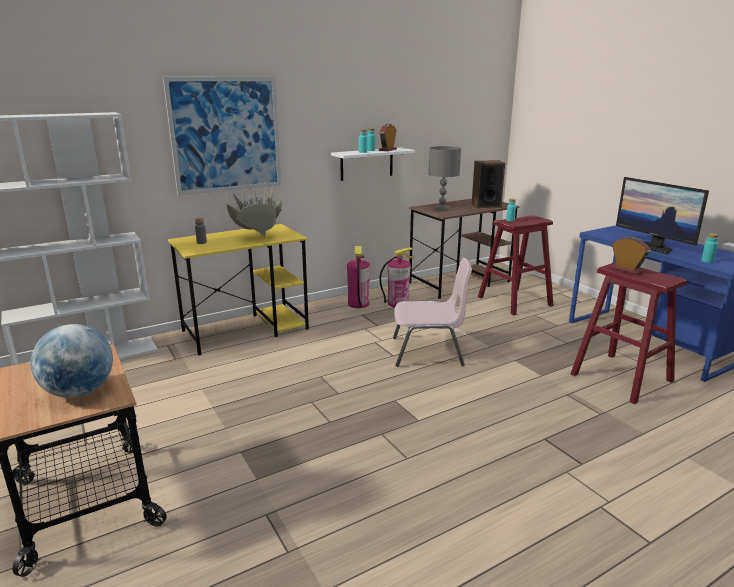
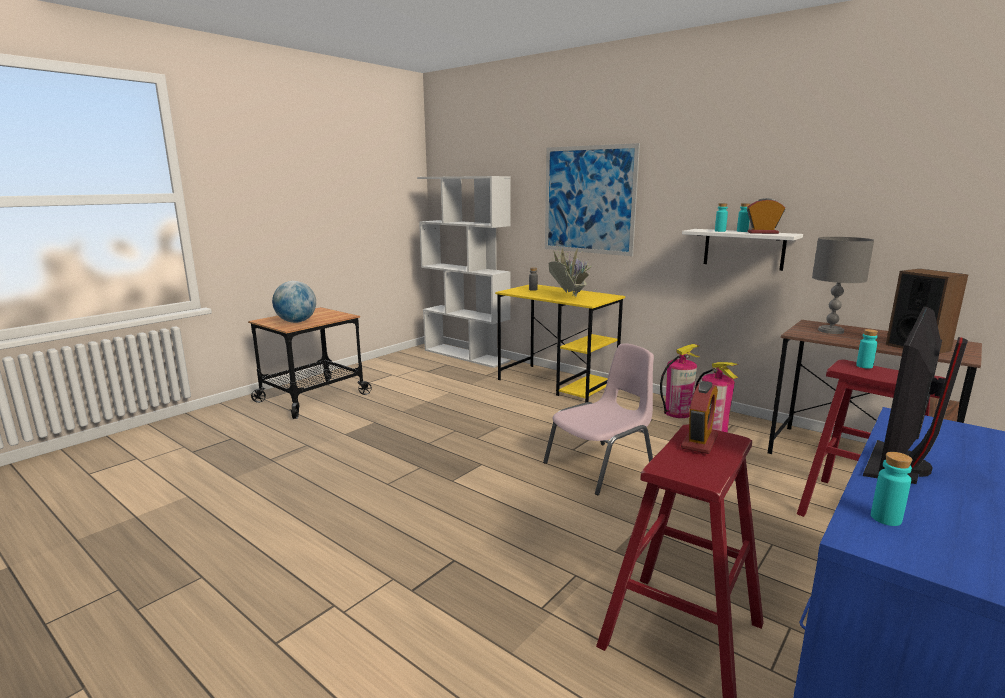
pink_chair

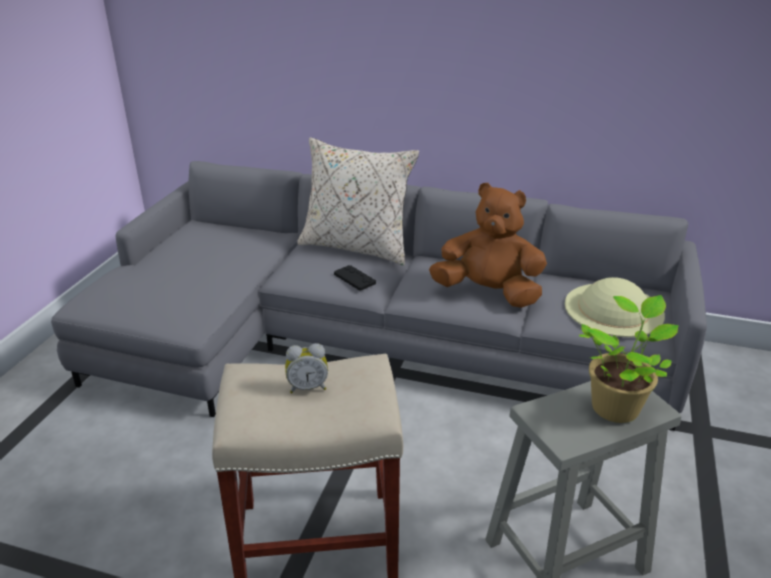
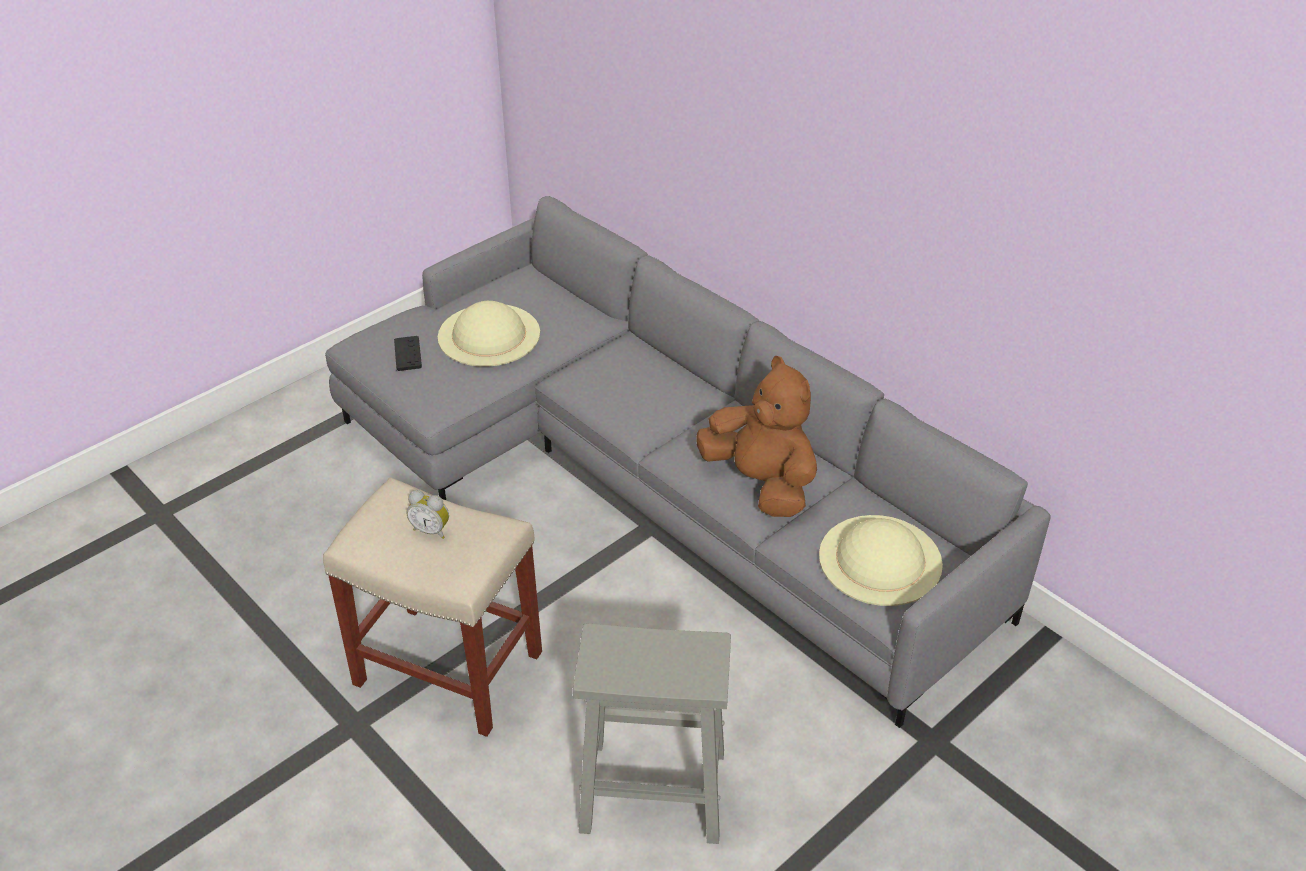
beige_pillow; black_game_controller; potted_plant; beige_hat (no. 1 from left)

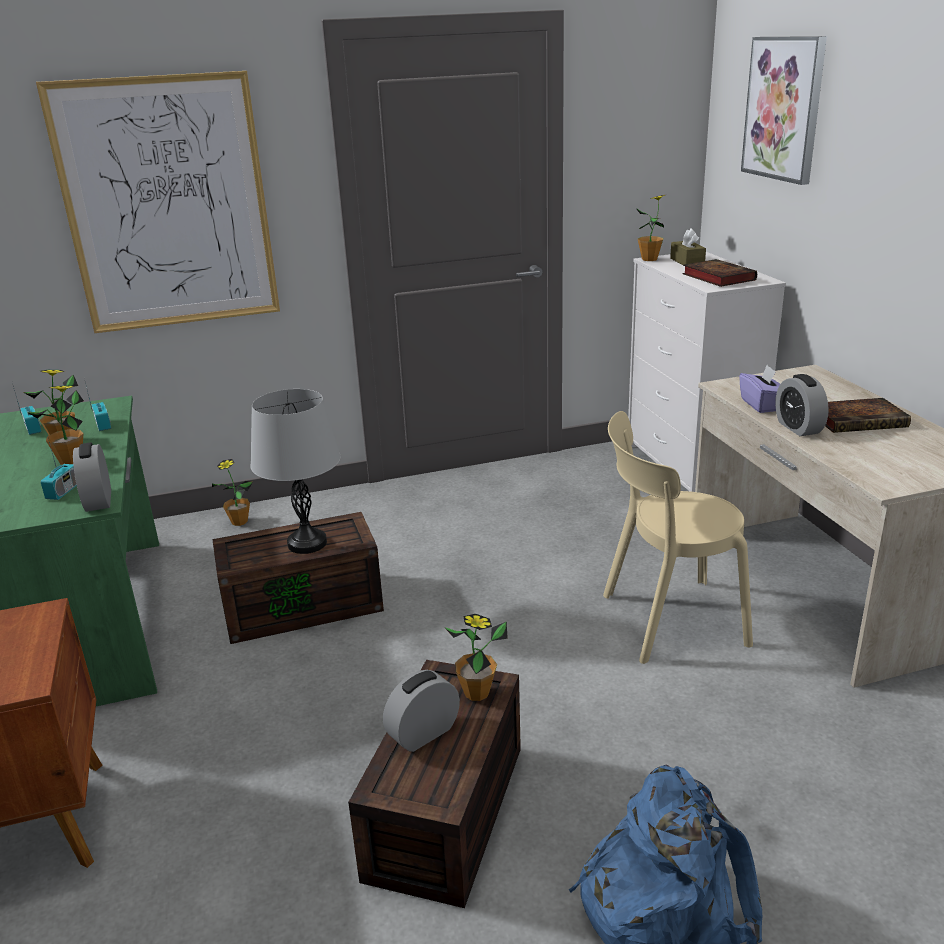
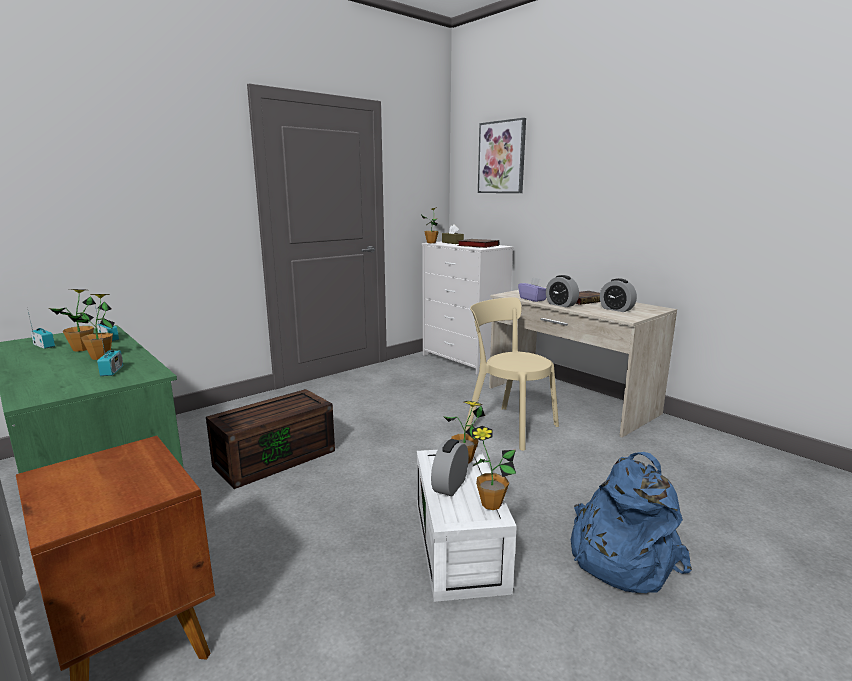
picture (no. 1 from left in the first image); grey_table_lamp; beige_chair; alarm_clock (no. 3 from left); potted_plant (no. 5 from left); white_storage_box

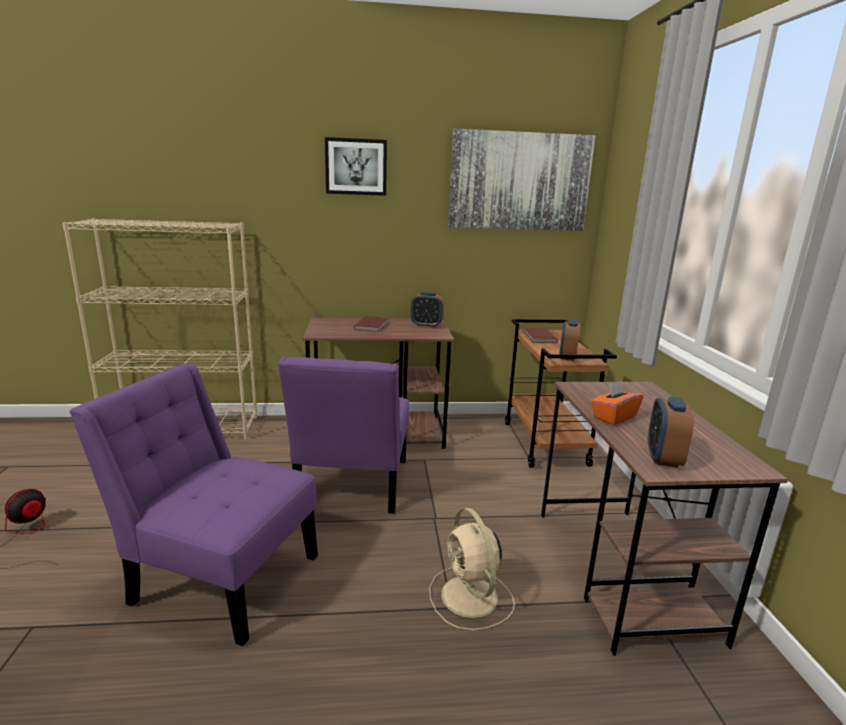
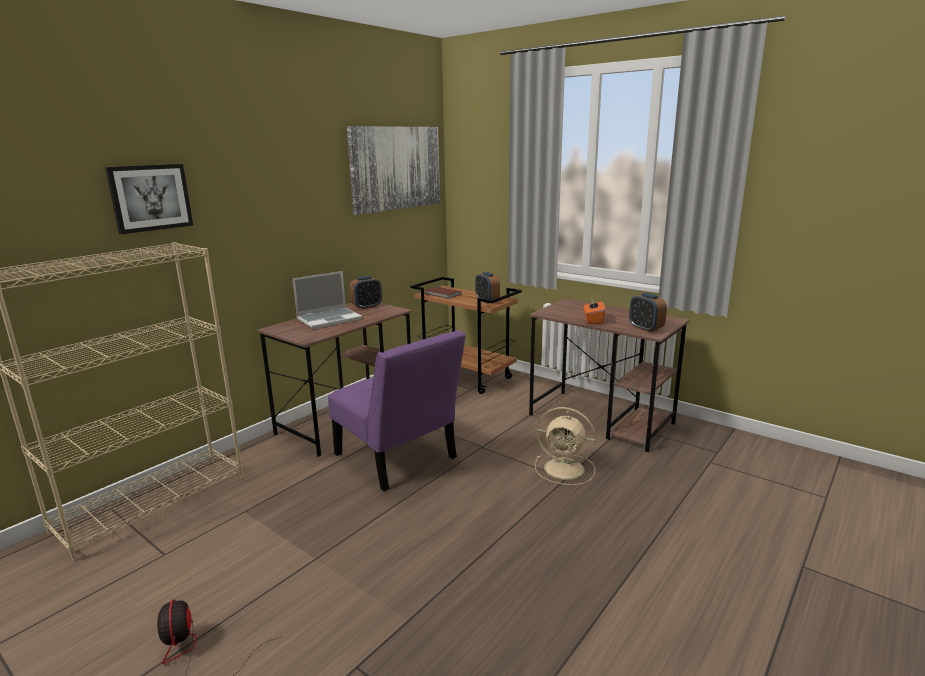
picture (no. 1 from left); laptop; purple_chair (no. 1 from left in the first image)

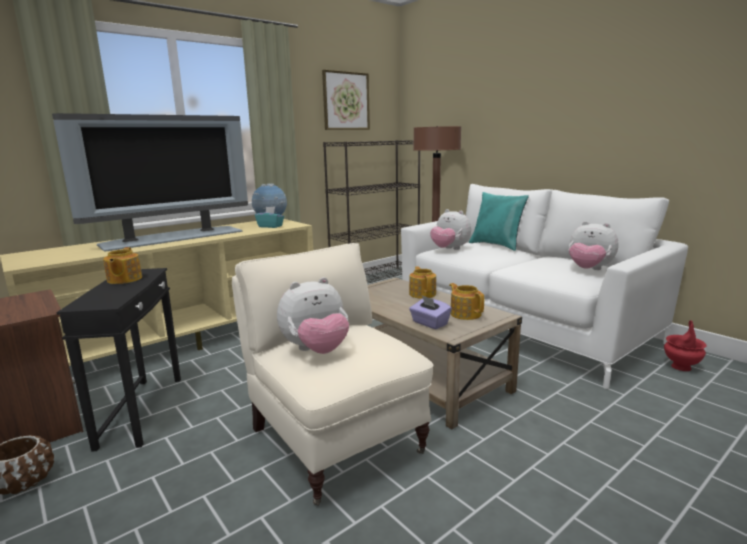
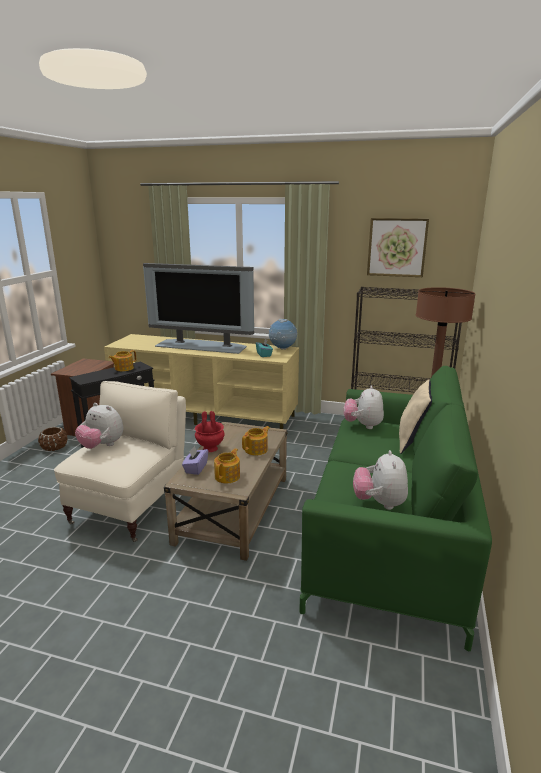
green_sofa; beige_pillow; red_vase

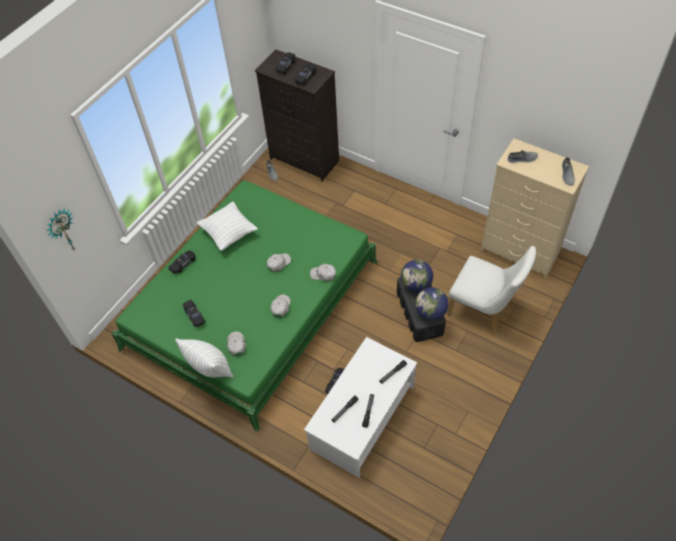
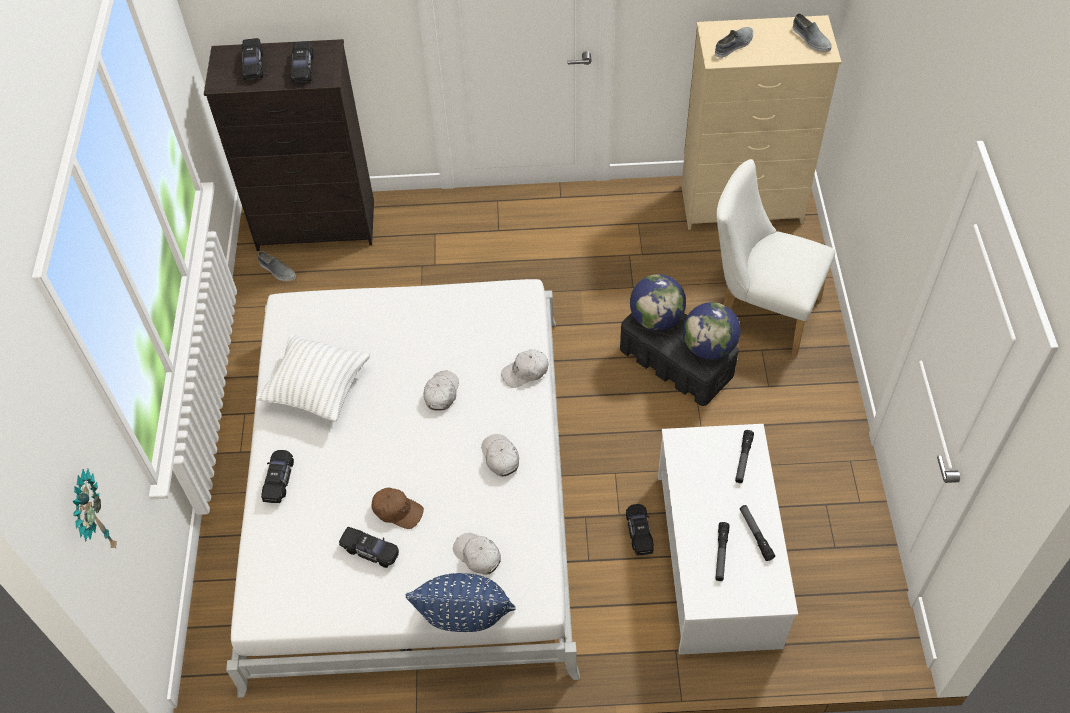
white_bed; white_chair; blue_pillow; brown_cap

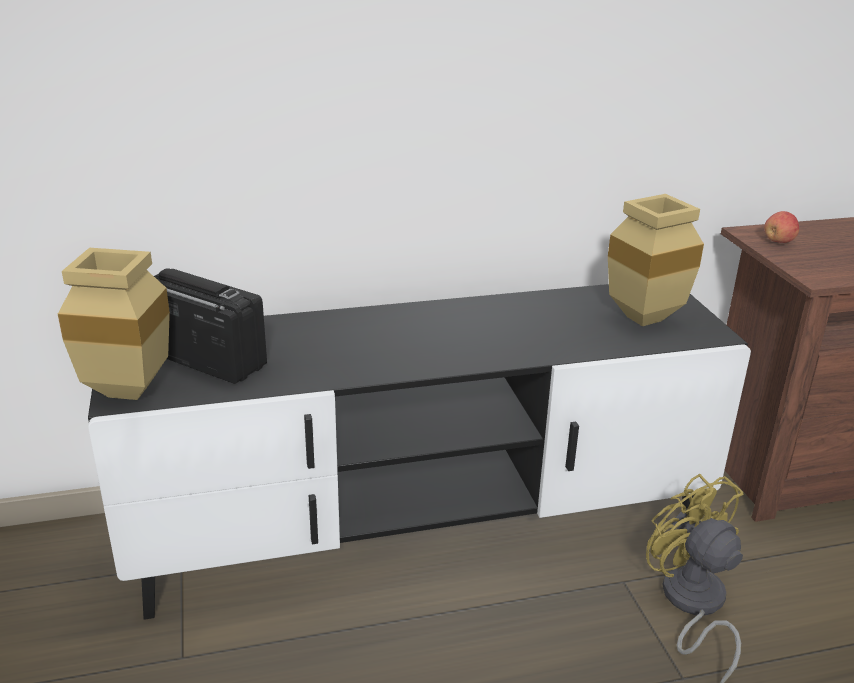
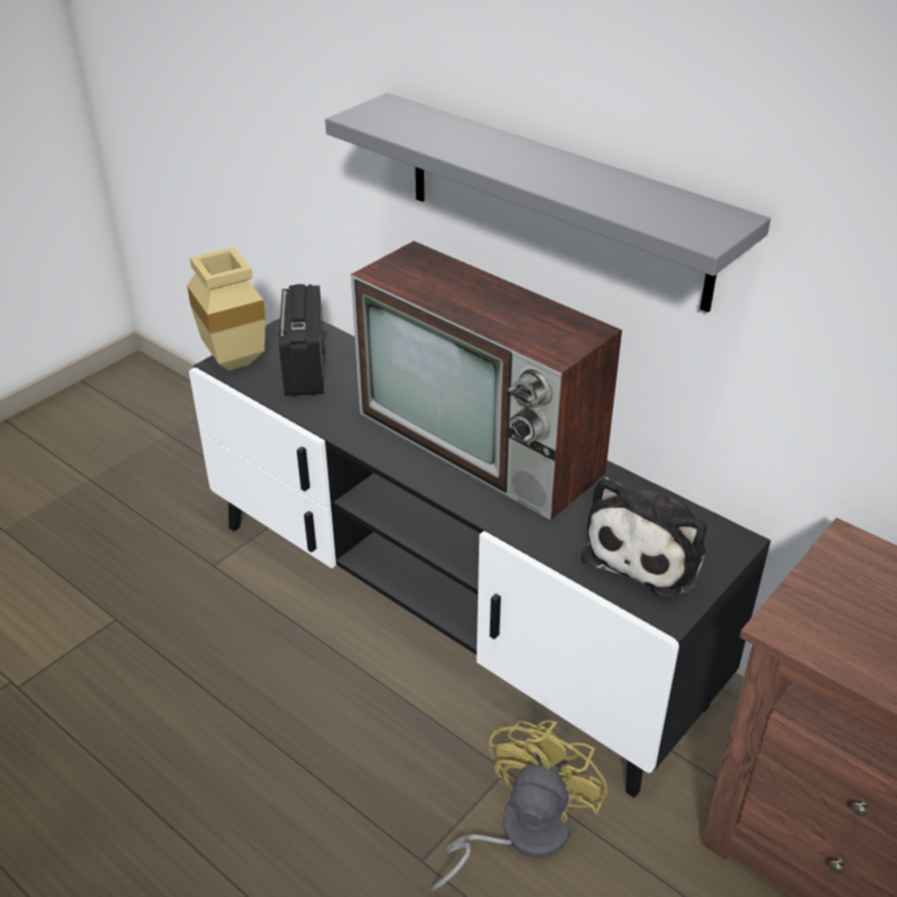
plush_toy; apple; grey_shelf; television

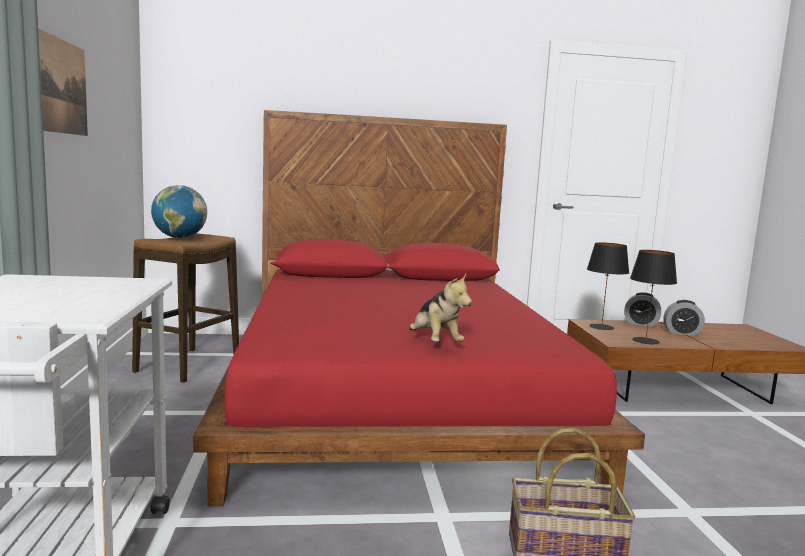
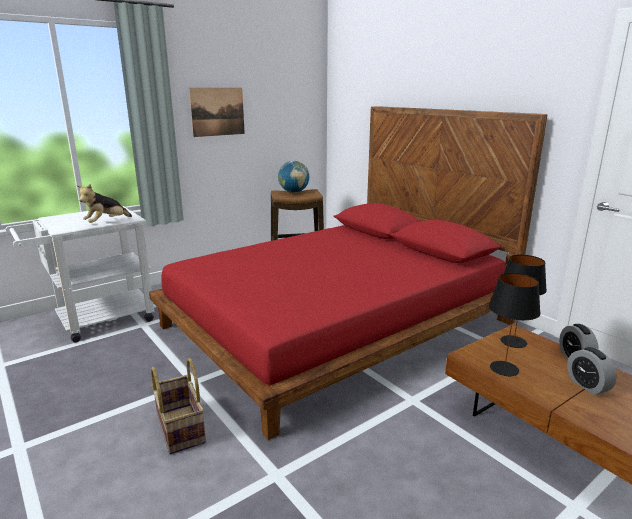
plush_toy

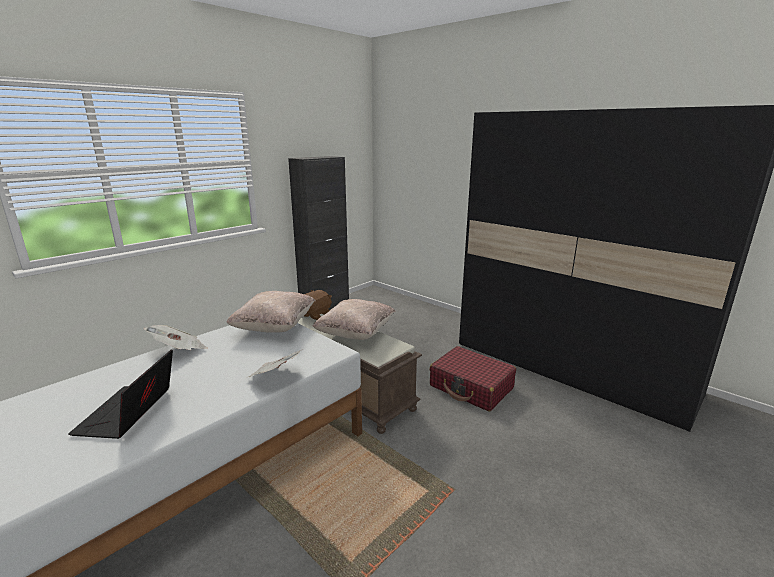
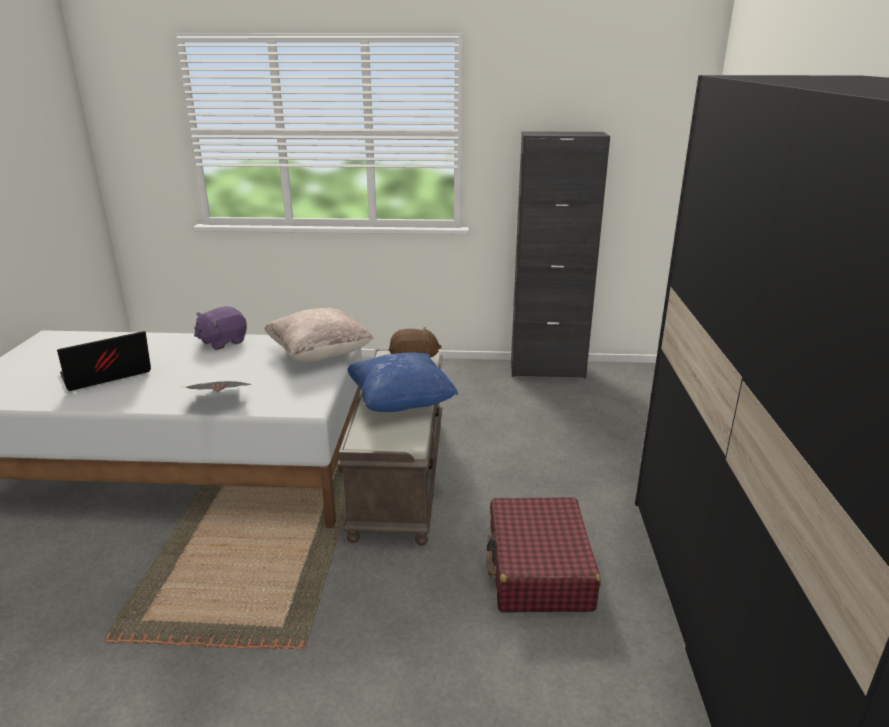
blue_pillow; purple_plush_toy

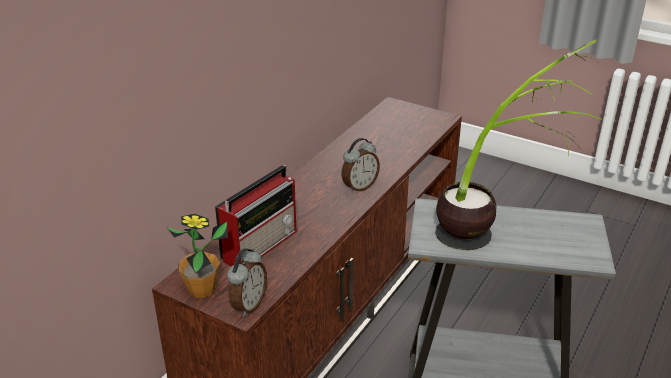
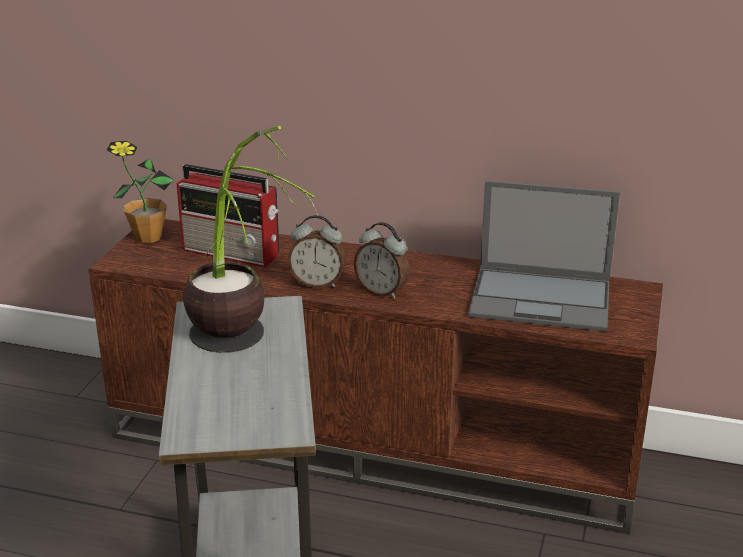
alarm_clock (no. 1 from left); laptop

